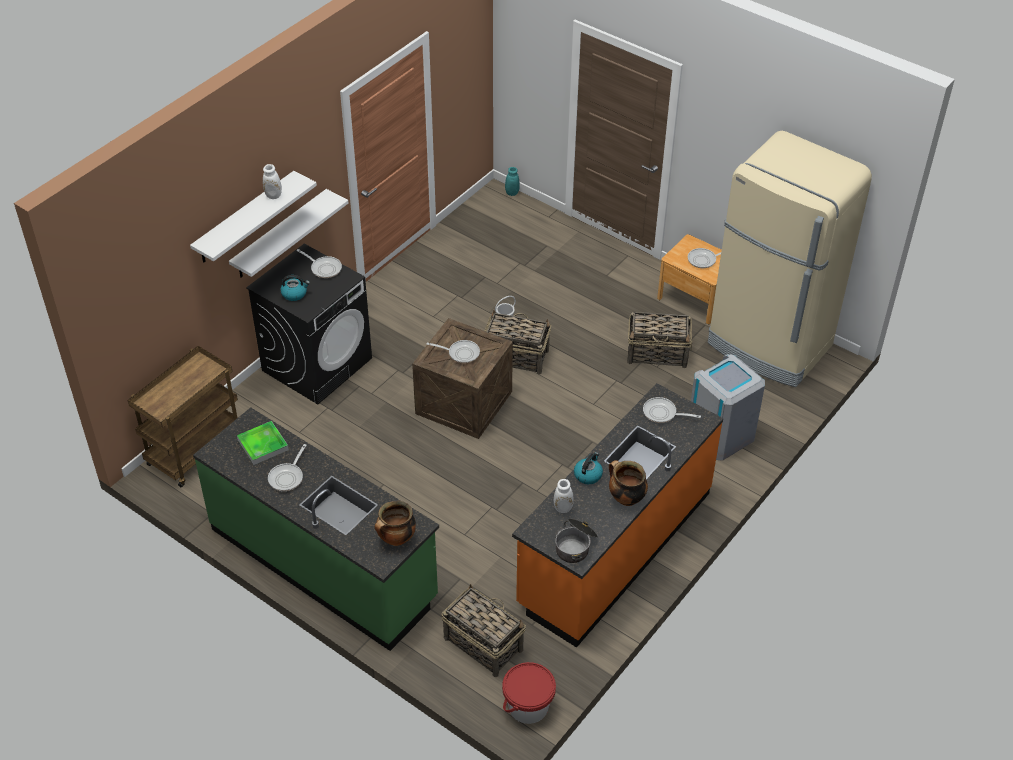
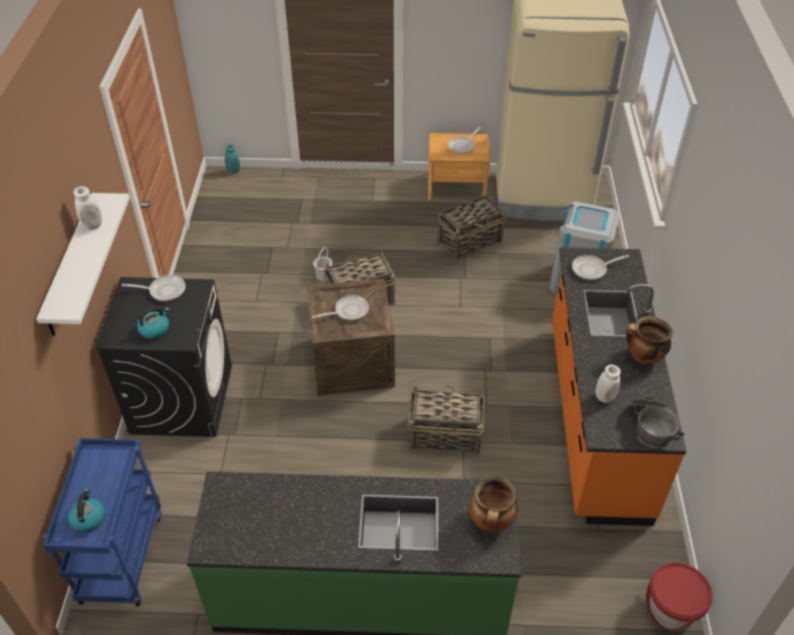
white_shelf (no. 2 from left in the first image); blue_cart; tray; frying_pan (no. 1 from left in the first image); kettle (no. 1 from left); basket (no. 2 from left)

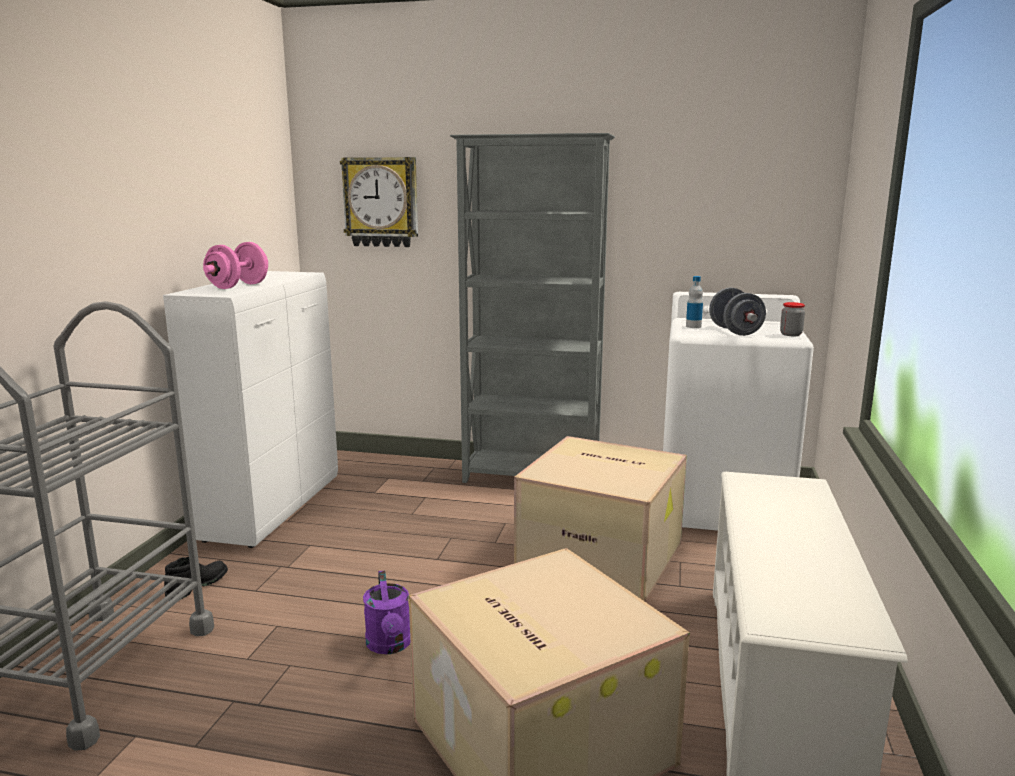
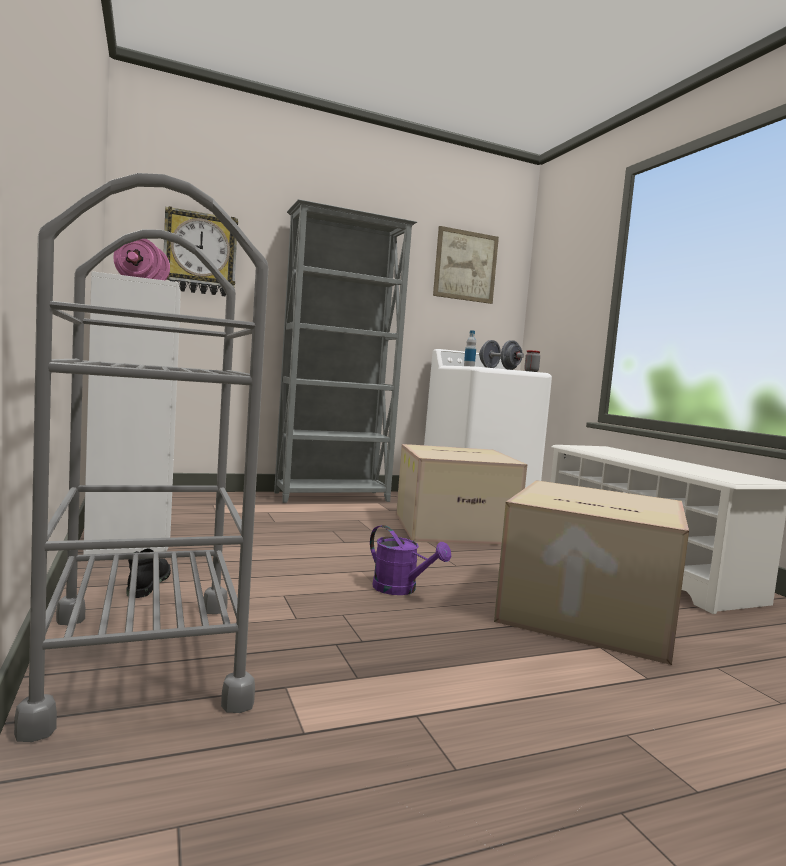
picture

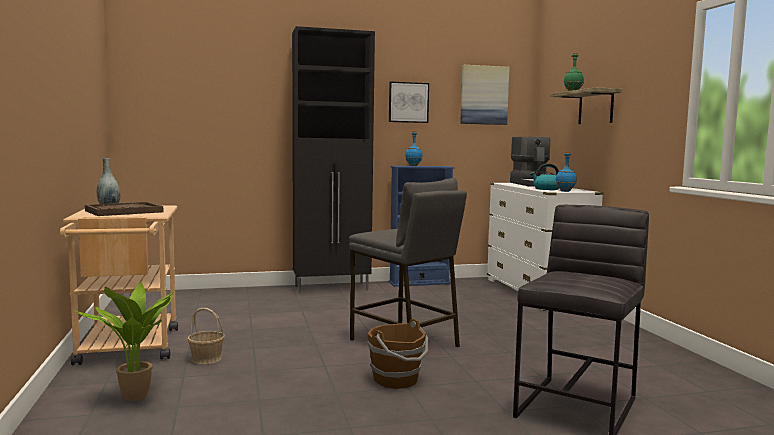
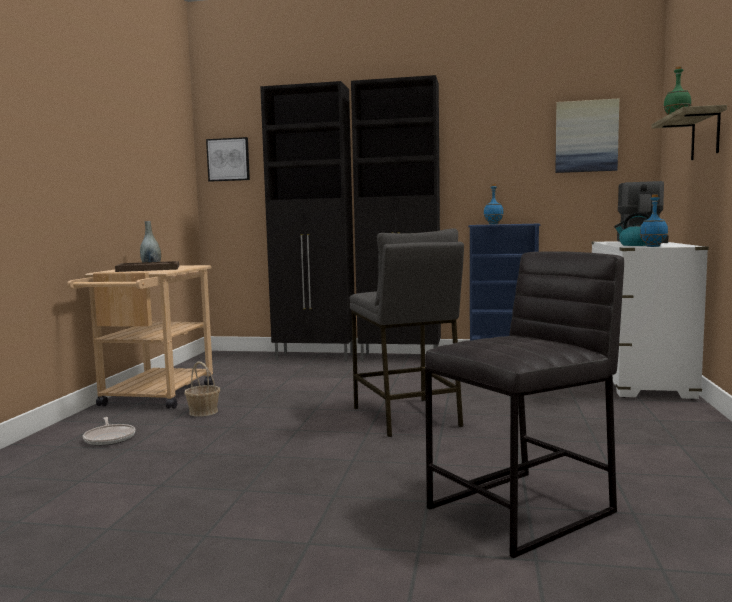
picture (no. 1 from left); frying_pan; brown_bucket; black_cabinet (no. 1 from left)

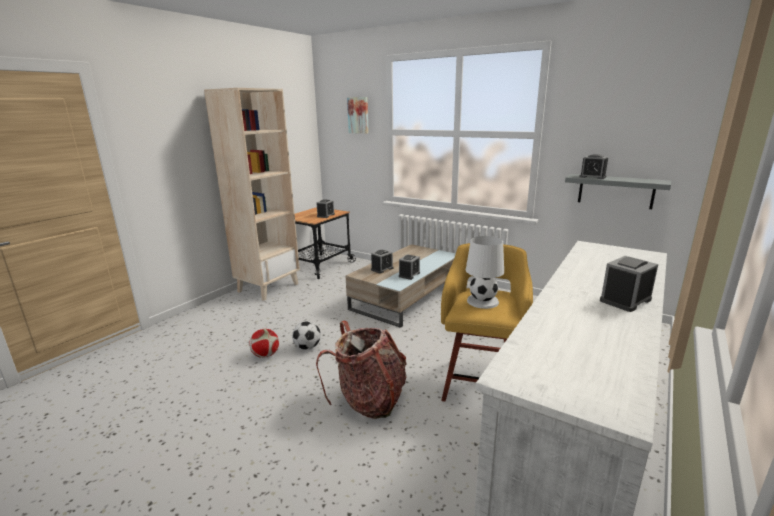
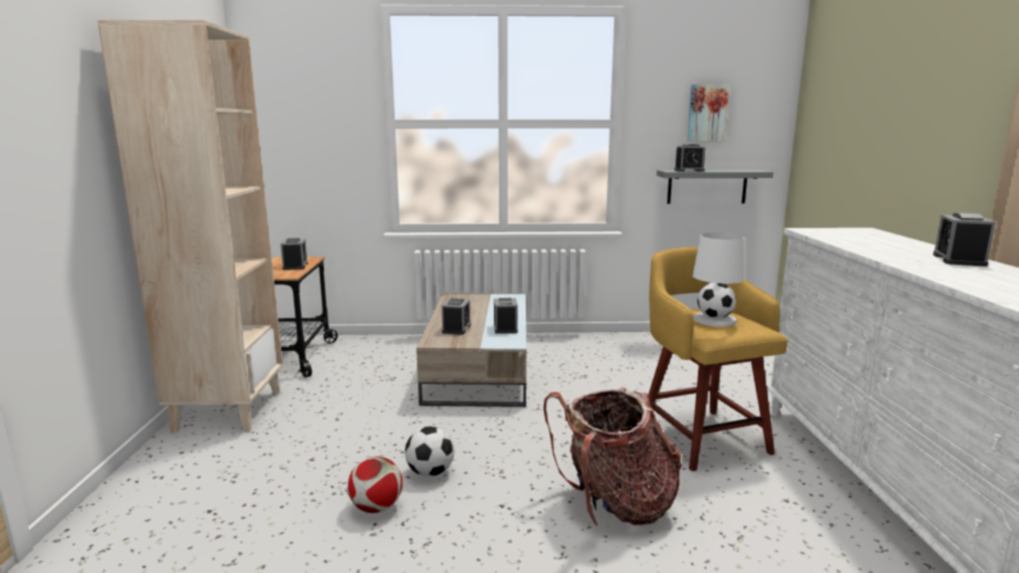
picture

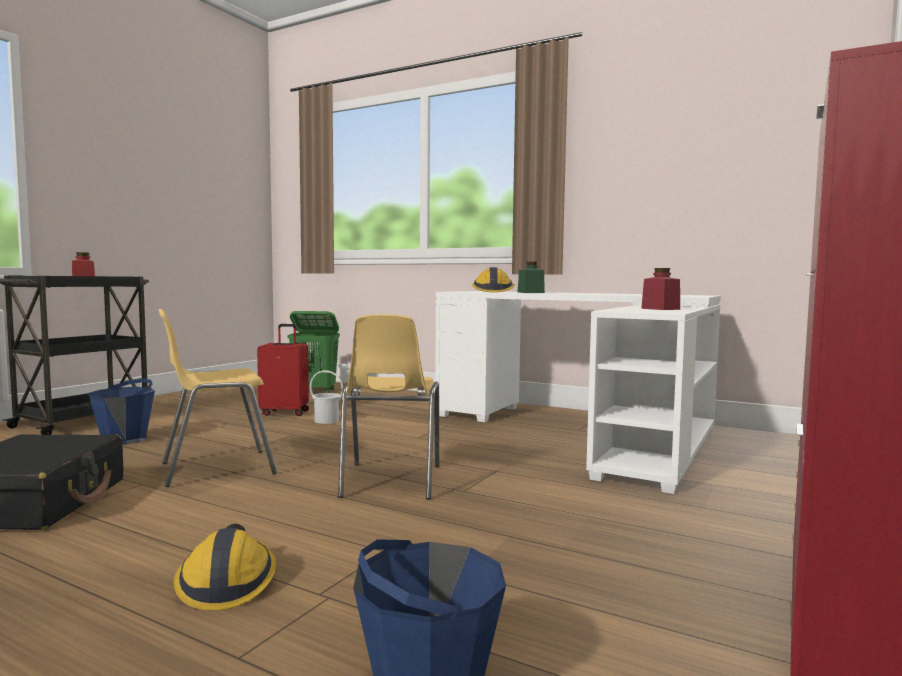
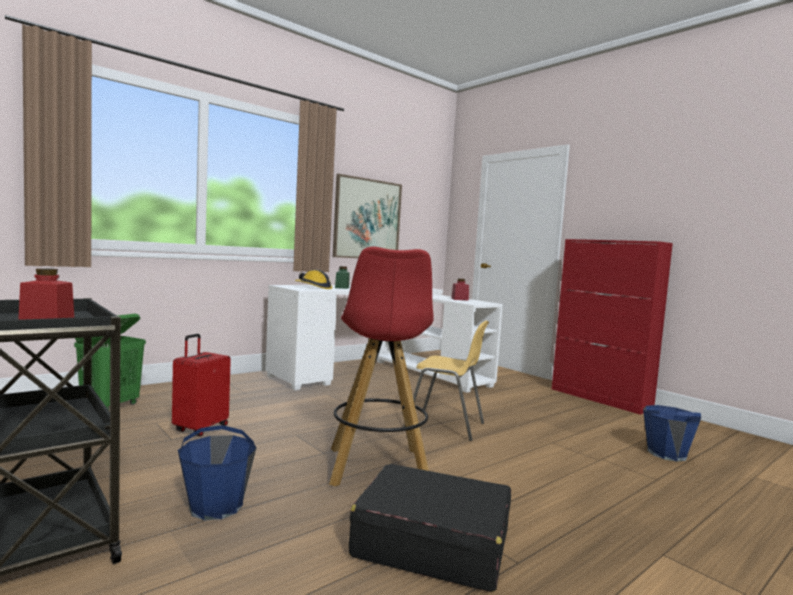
red_stool; white_bucket; hard_hat (no. 1 from left in the first image); picture

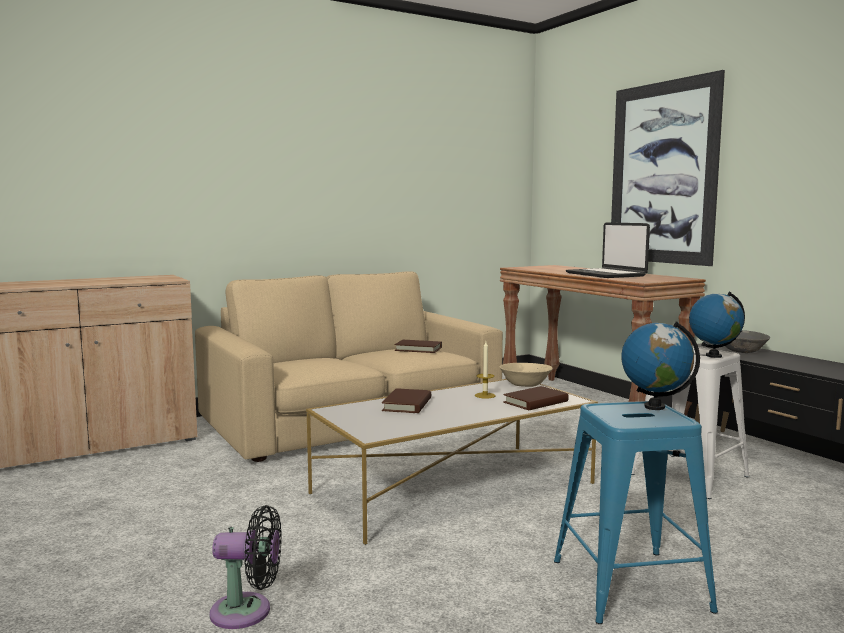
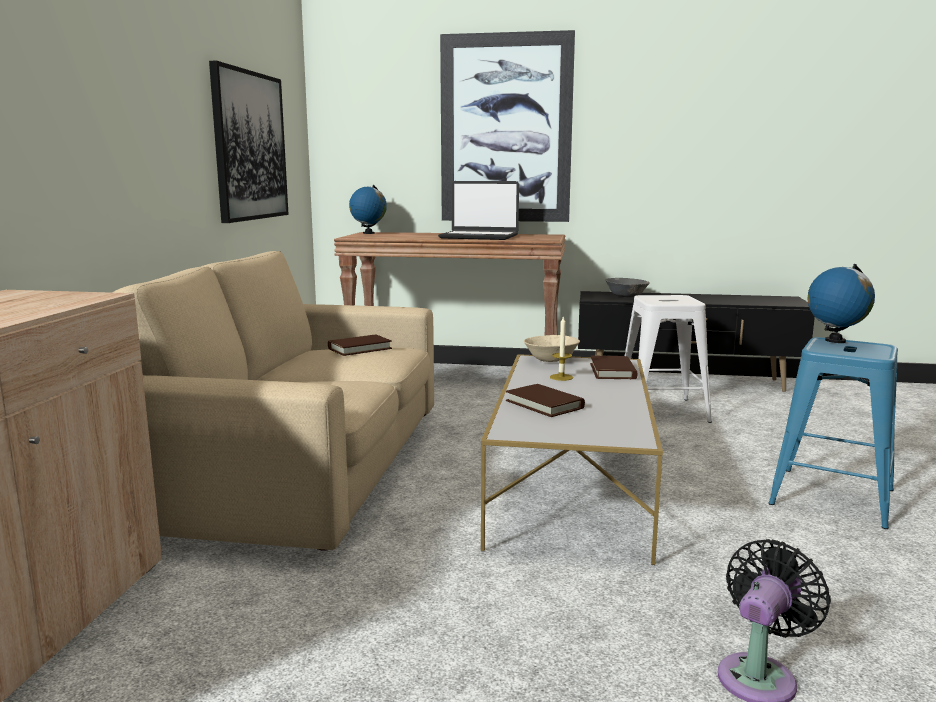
globe (no. 1 from left); picture (no. 1 from left)

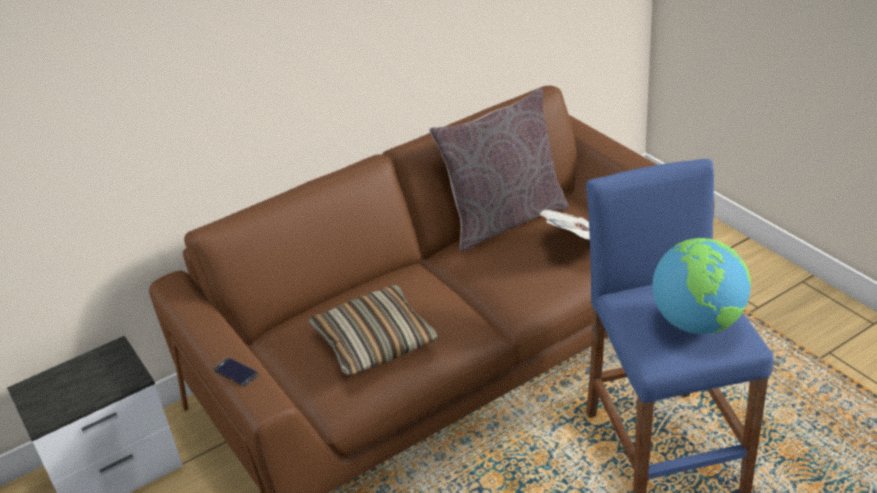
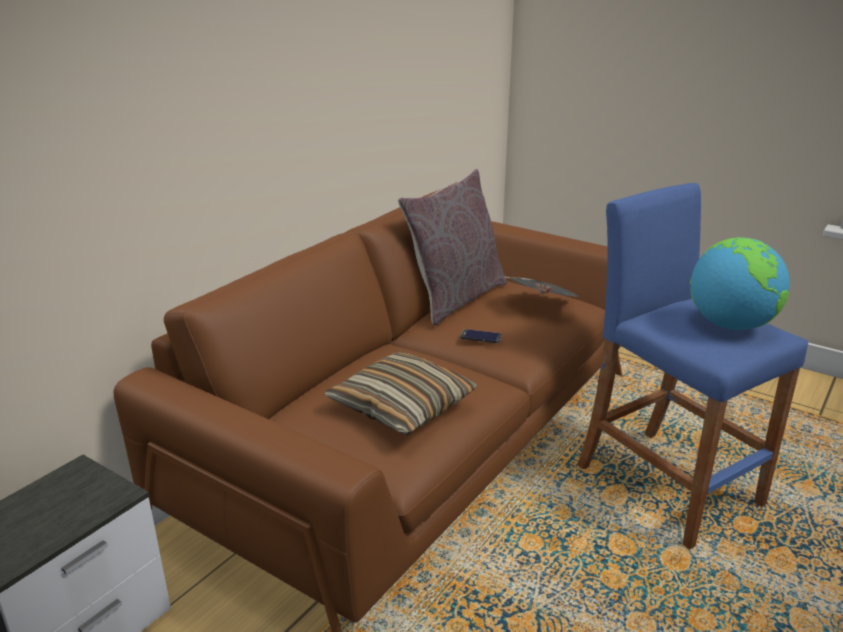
phone

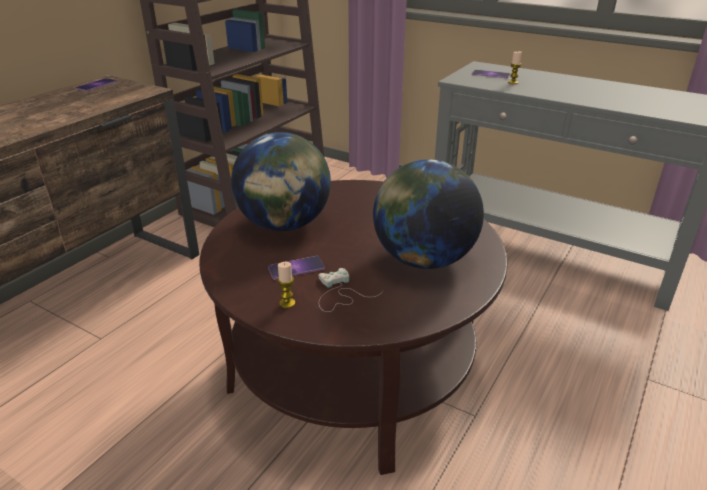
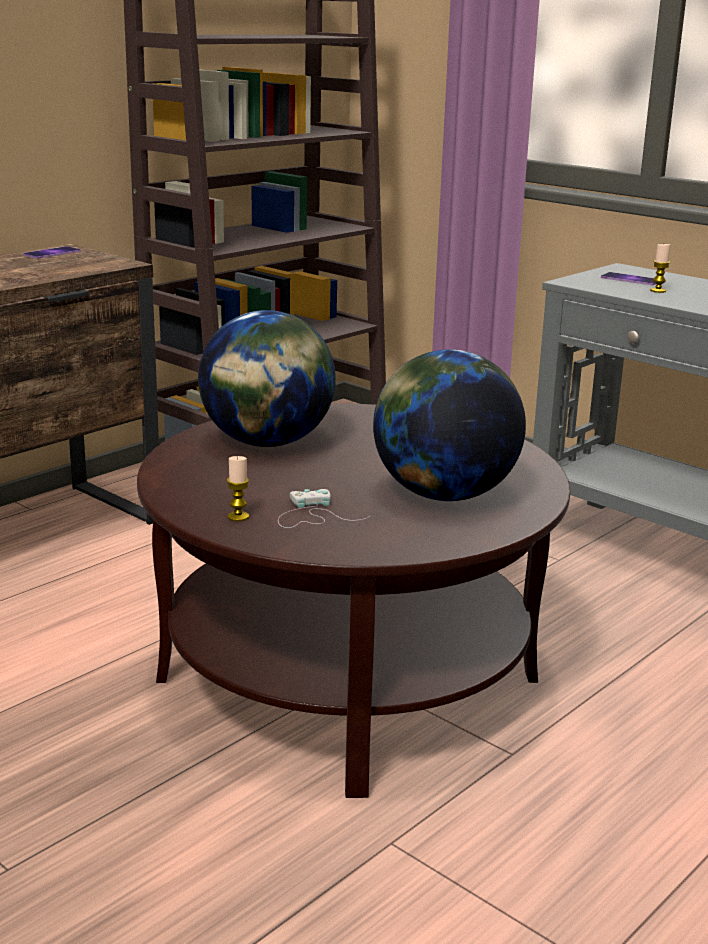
phone (no. 2 from left in the first image)

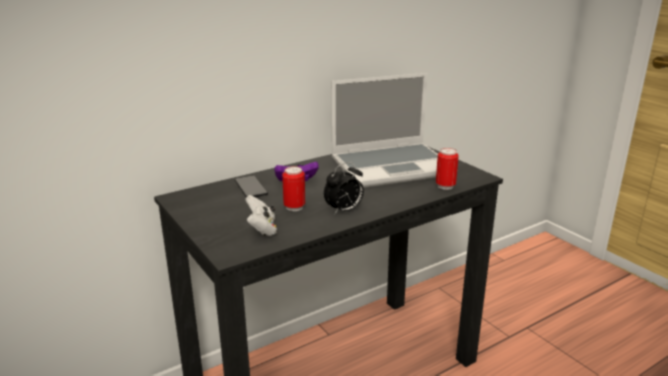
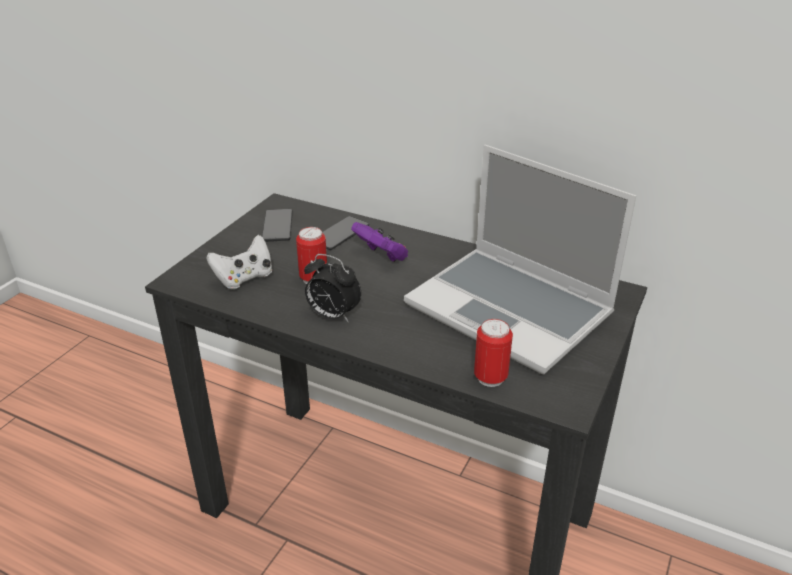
phone (no. 1 from left)

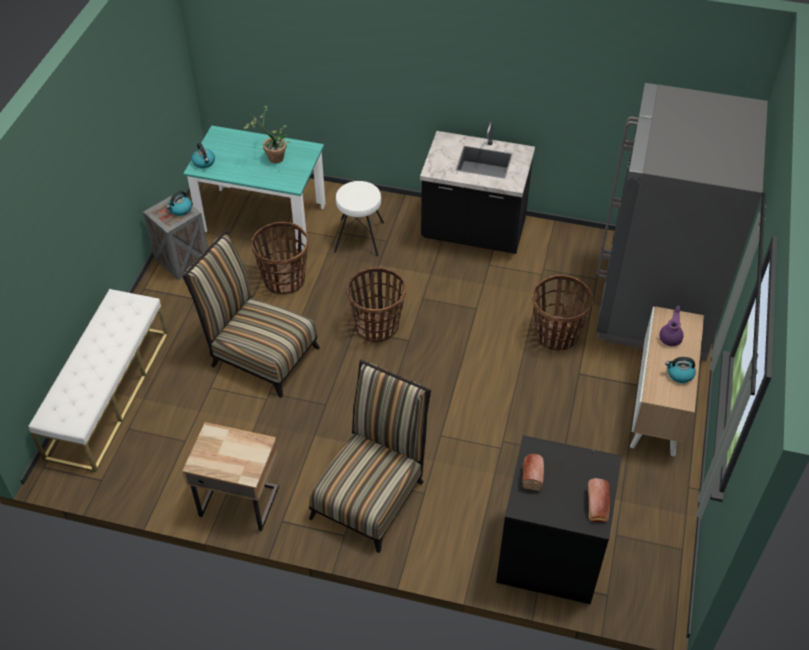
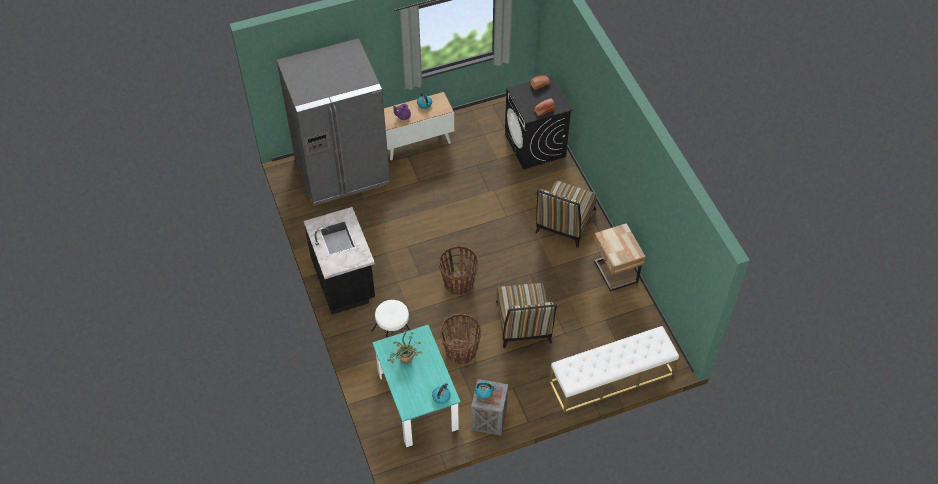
basket (no. 3 from left in the first image); chair (no. 2 from left)

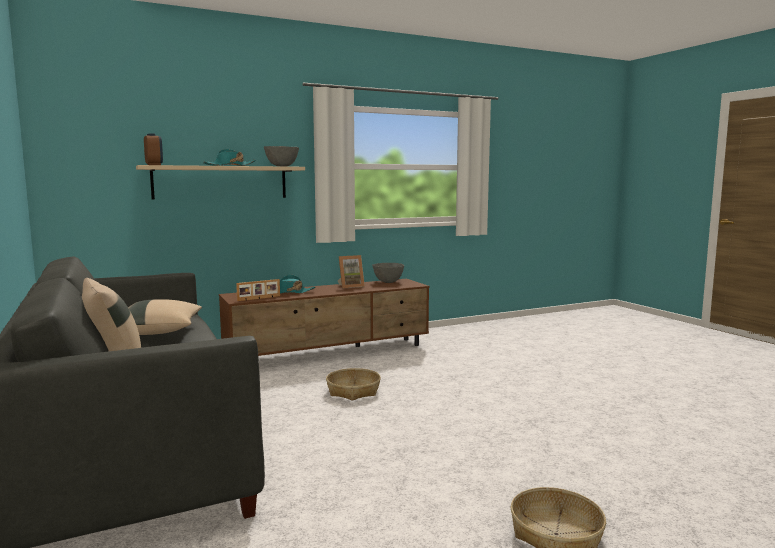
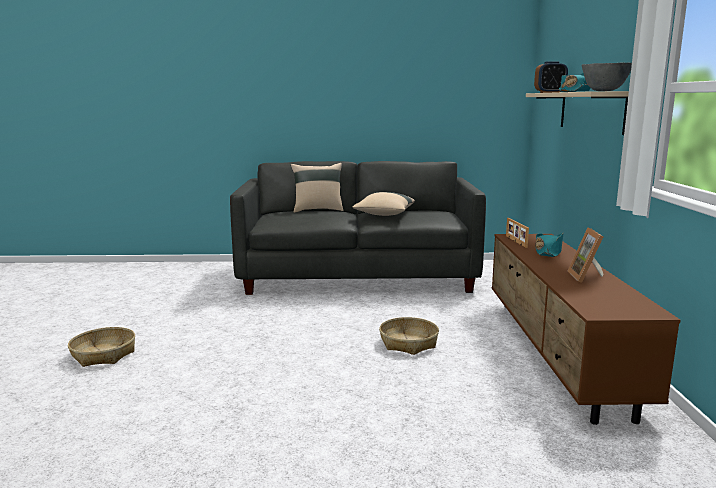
grey_bowl (no. 2 from left in the first image)

